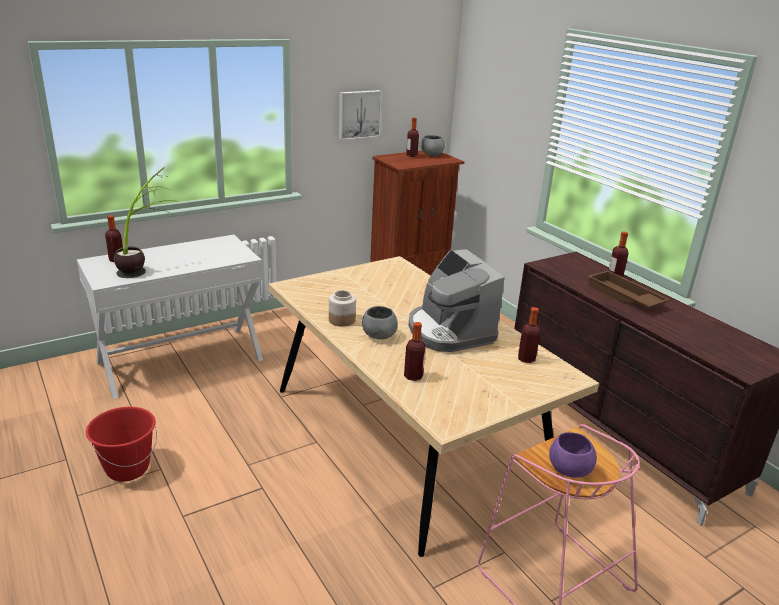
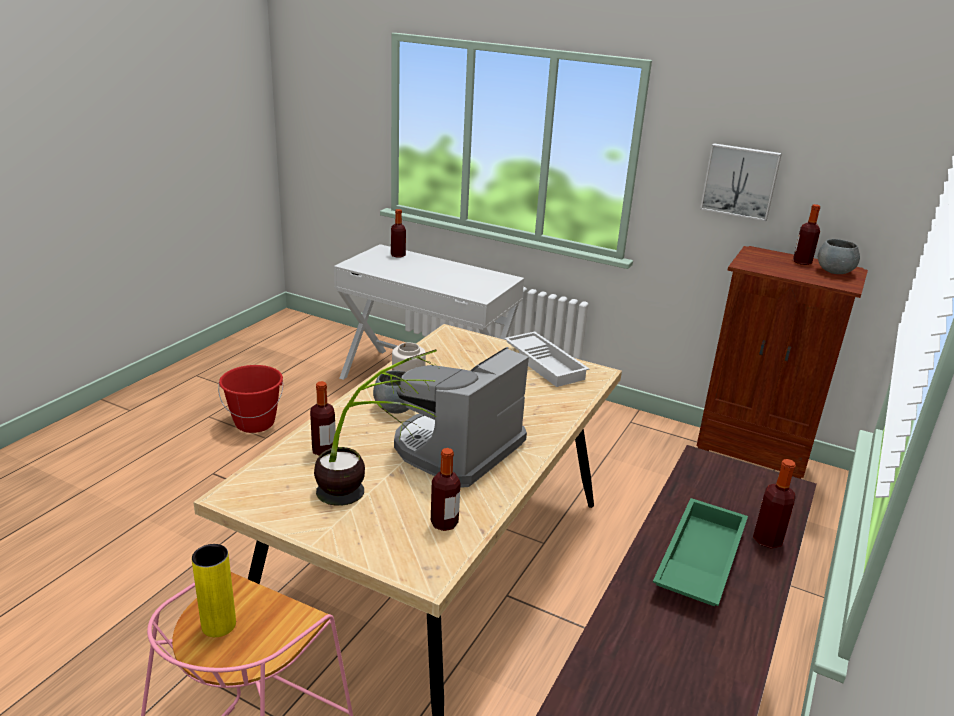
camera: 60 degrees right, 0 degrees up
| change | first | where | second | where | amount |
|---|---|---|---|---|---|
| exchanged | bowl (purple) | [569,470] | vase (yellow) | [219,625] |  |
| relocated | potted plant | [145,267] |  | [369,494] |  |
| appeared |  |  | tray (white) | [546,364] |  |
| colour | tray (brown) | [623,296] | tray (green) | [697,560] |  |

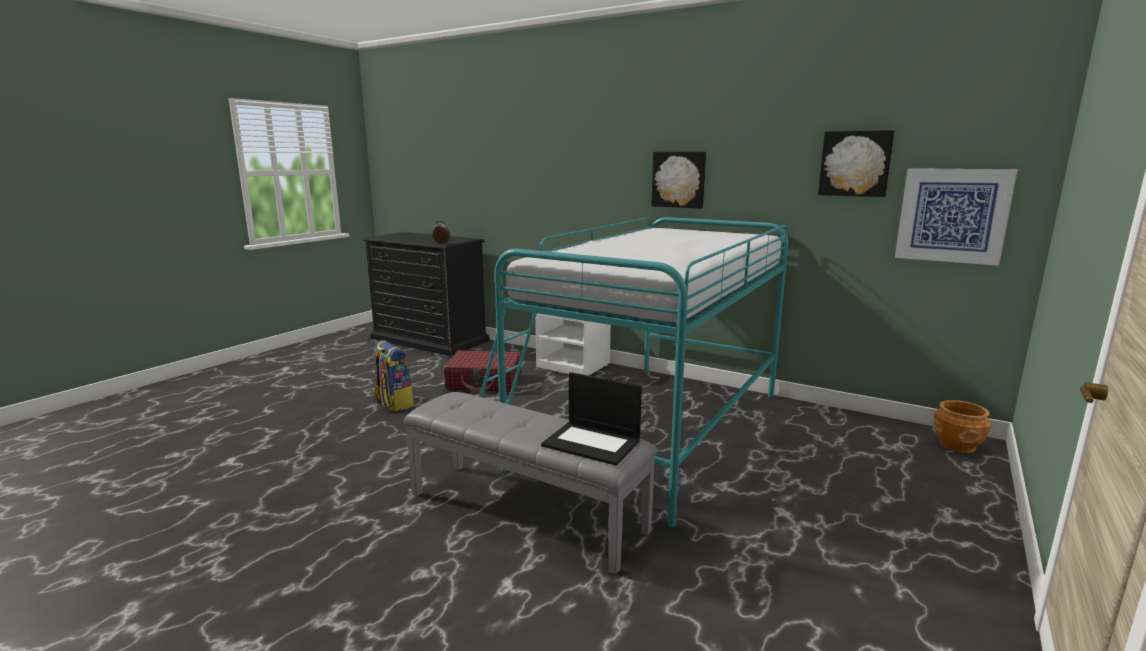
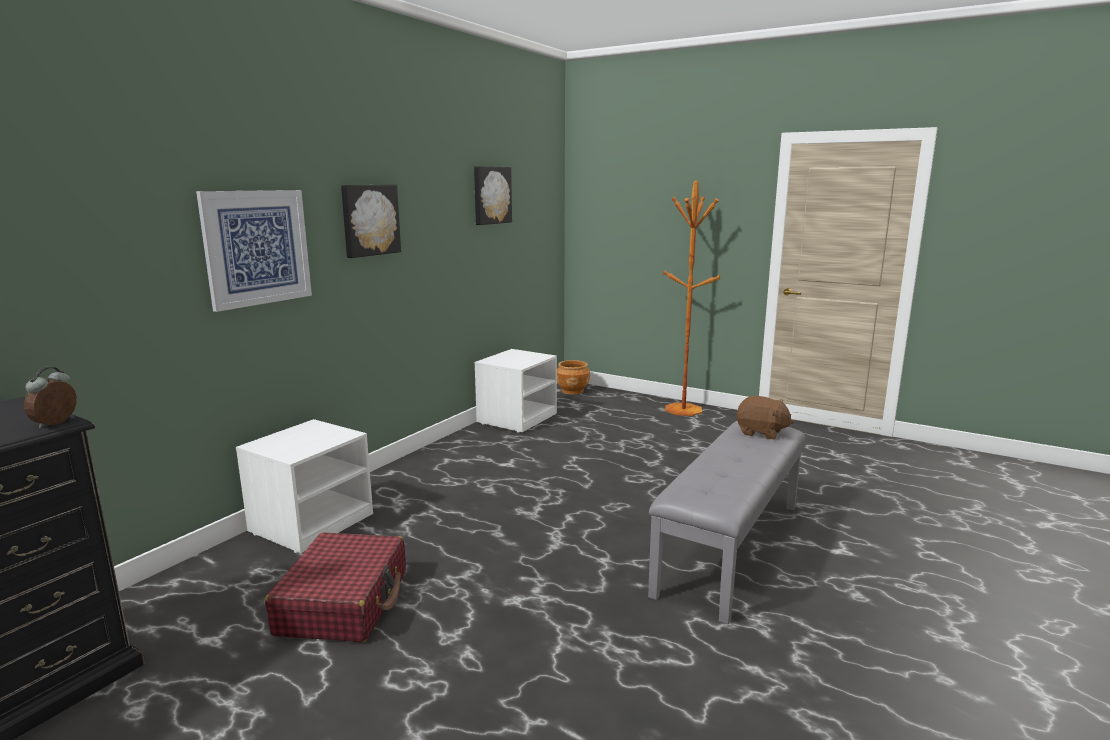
camera: 90 degrees left, 0 degrees up
| change | first | where | second | where | amount |
|---|---|---|---|---|---|
| relocated | picture | [952,215] |  | [257,247] |  |
| appeared |  |  | nightstand (white) | [517,418] |  |
| appeared |  |  | clothes rack (orange) | [683,409] |  |
| exchanged | laptop | [593,443] | plush toy (brown) | [761,433] |  |
| missing | backpack | [393,403] |  |  |  |
| missing | bed (turquoise) | [650,429] |  |  |  |

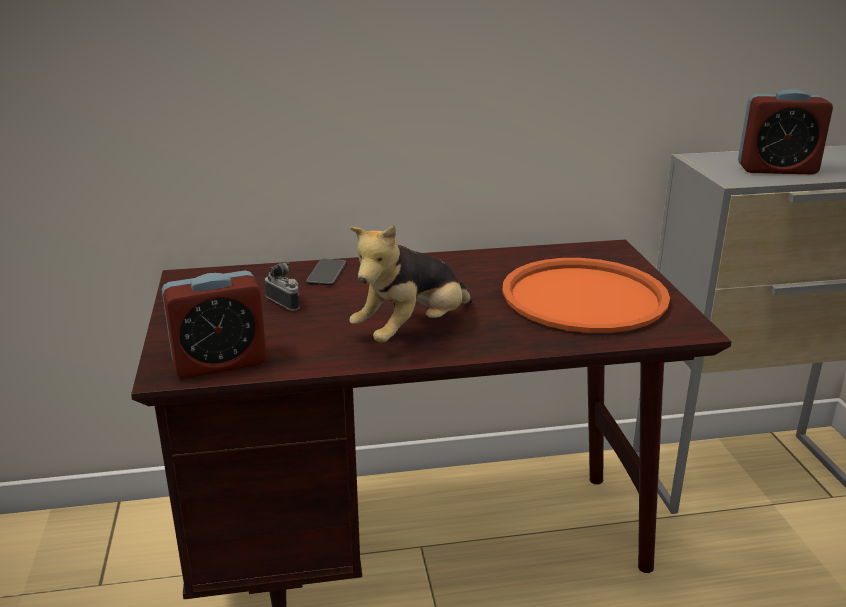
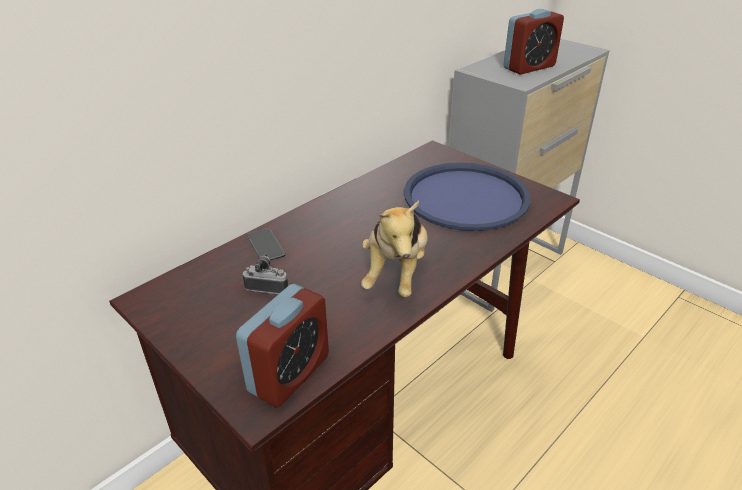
camera: 35 degrees left, 10 degrees up
| change | first | where | second | where | amount |
|---|---|---|---|---|---|
| colour | tray (orange) | [584,297] | tray (blue) | [466,197] |  |

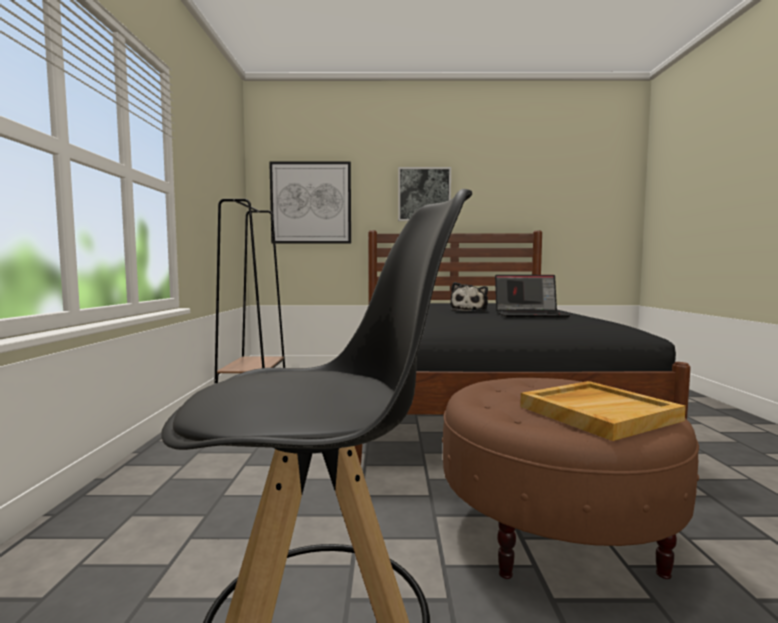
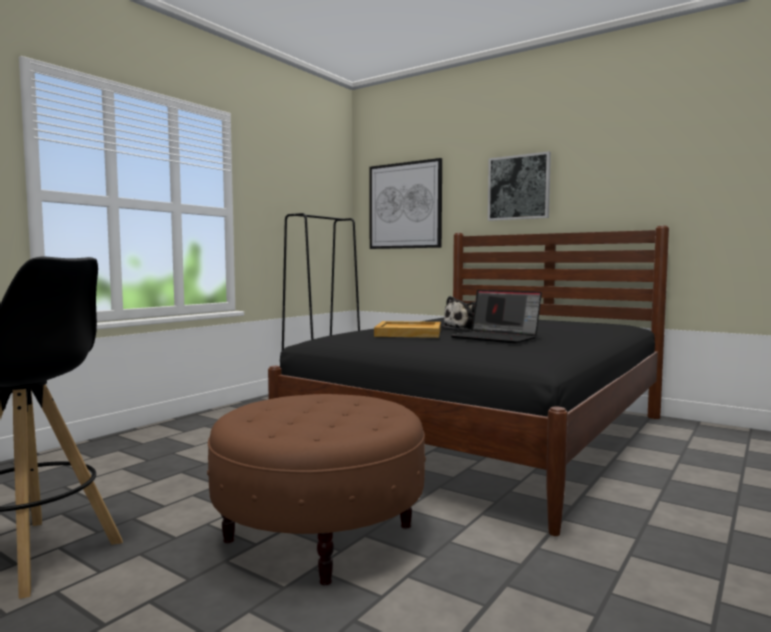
camera: 35 degrees right, 0 degrees up
| change | first | where | second | where | amount |
|---|---|---|---|---|---|
| relocated | tray (beige) | [598,413] |  | [409,333] |  |

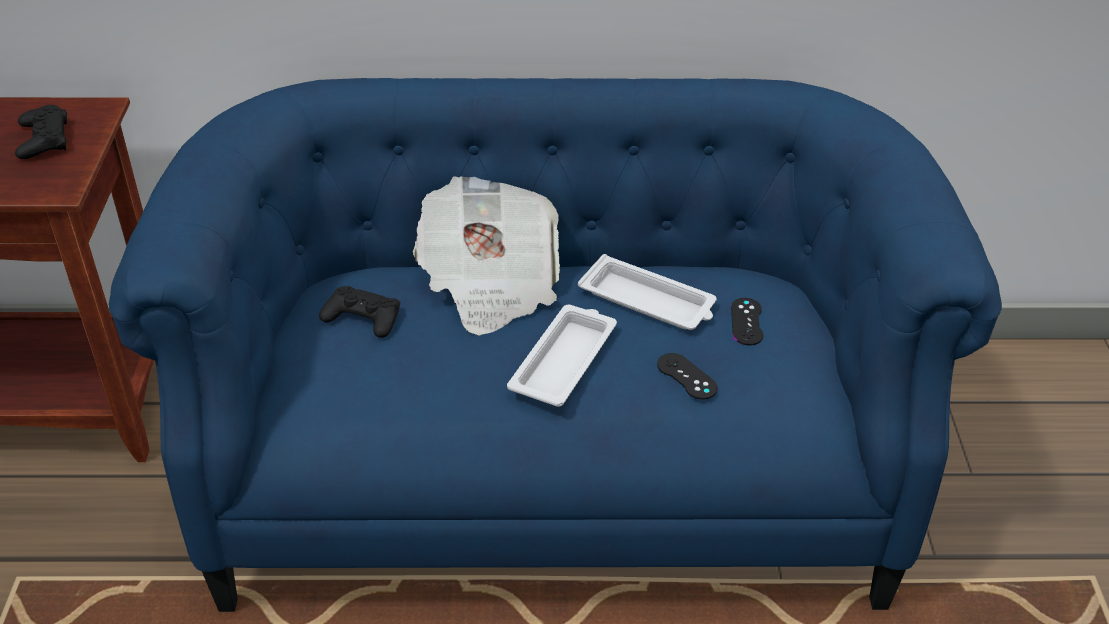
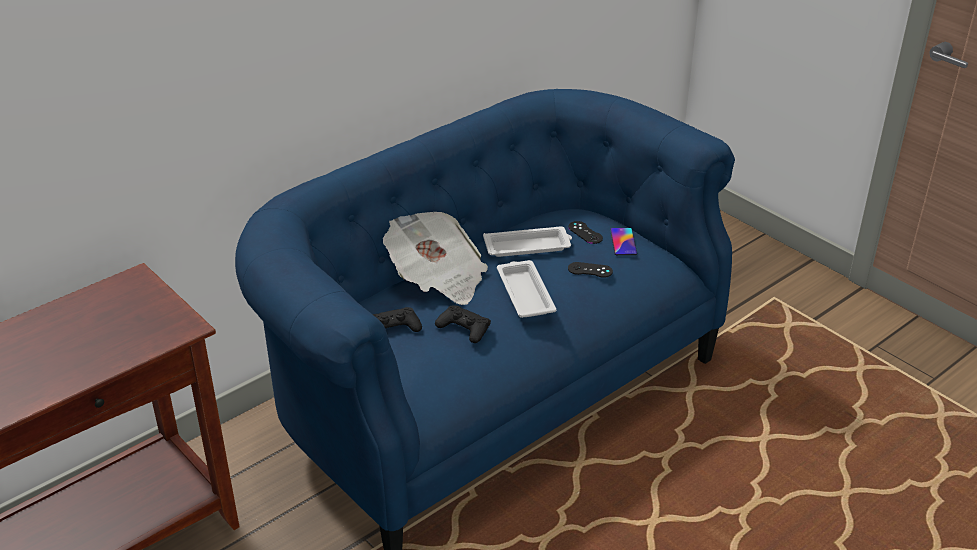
camera: 40 degrees left, 5 degrees down
| change | first | where | second | where | amount |
|---|---|---|---|---|---|
| relocated | game controller (black) | [43,139] |  | [464,328] |  |
| appeared |  |  | phone | [623,242] |  |

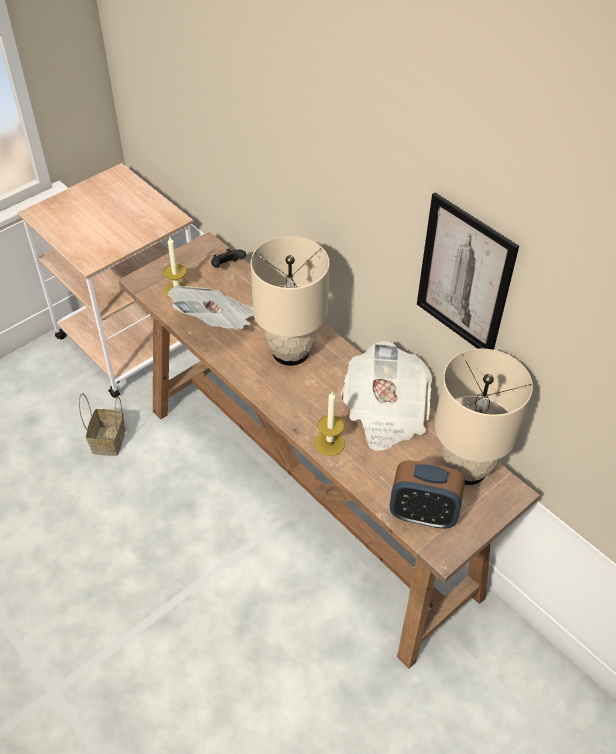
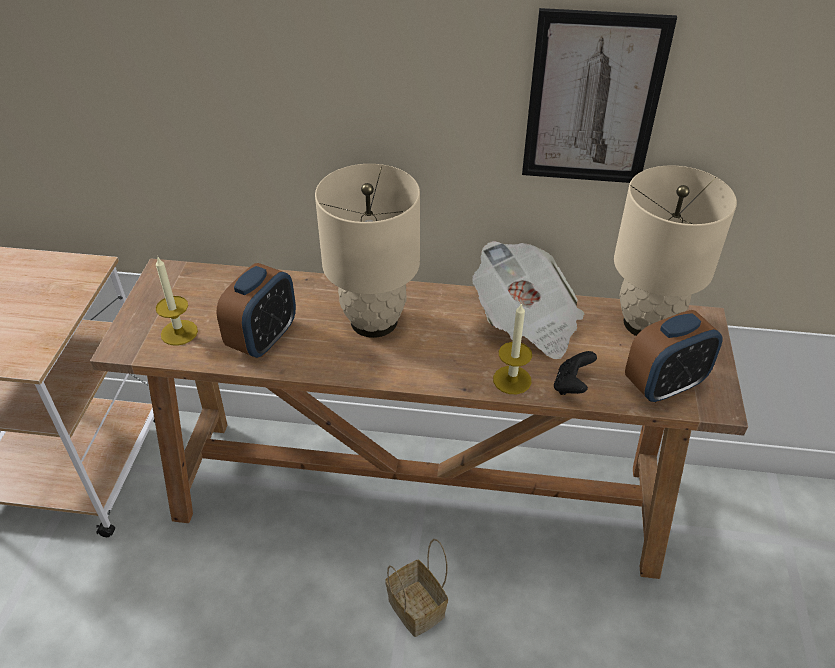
camera: 40 degrees left, 5 degrees down
| change | first | where | second | where | amount |
|---|---|---|---|---|---|
| exchanged | newspaper | [217,323] | alarm clock | [263,339] |  |
| relocated | basket | [109,442] |  | [418,609] |  |
| relocated | game controller (black) | [227,267] |  | [571,385] |  |

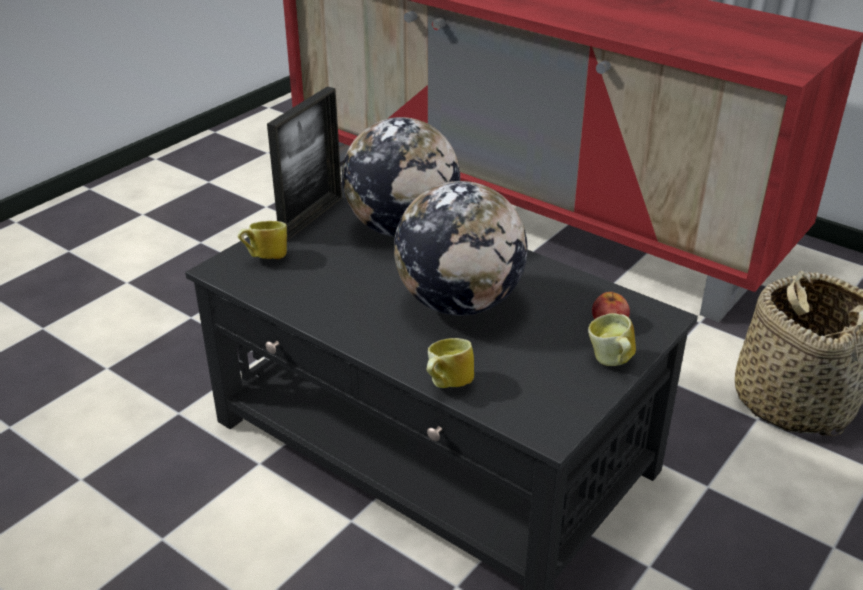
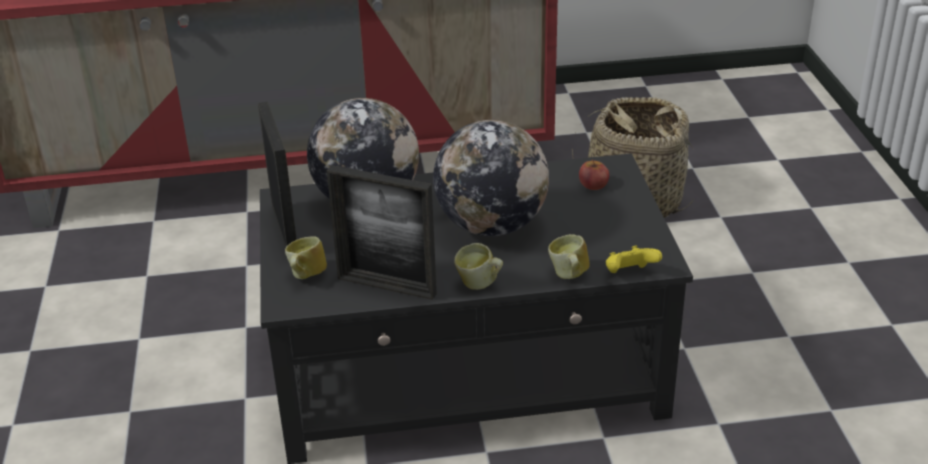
camera: 45 degrees left, 0 degrees up
| change | first | where | second | where | amount |
|---|---|---|---|---|---|
| appeared |  |  | picture frame | [386,286] |  |
| relocated | mug | [611,362] |  | [480,285] |  |
| appeared |  |  | game controller (yellow) | [629,274] |  |

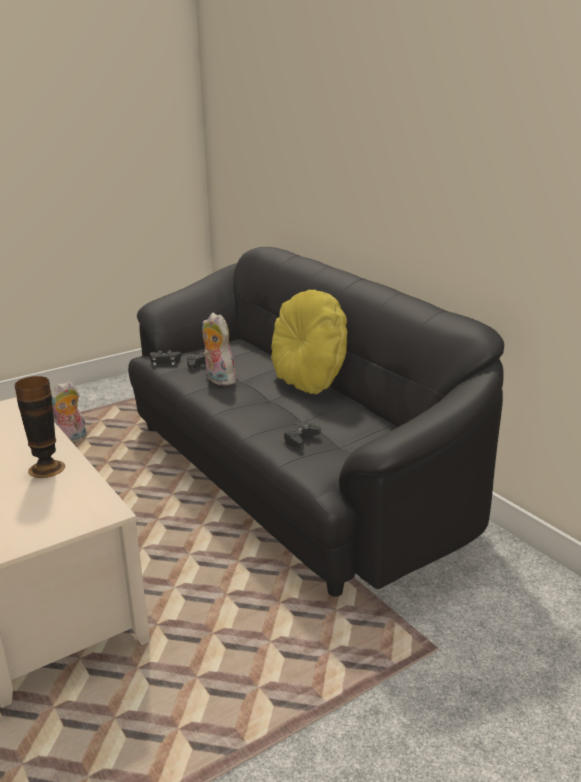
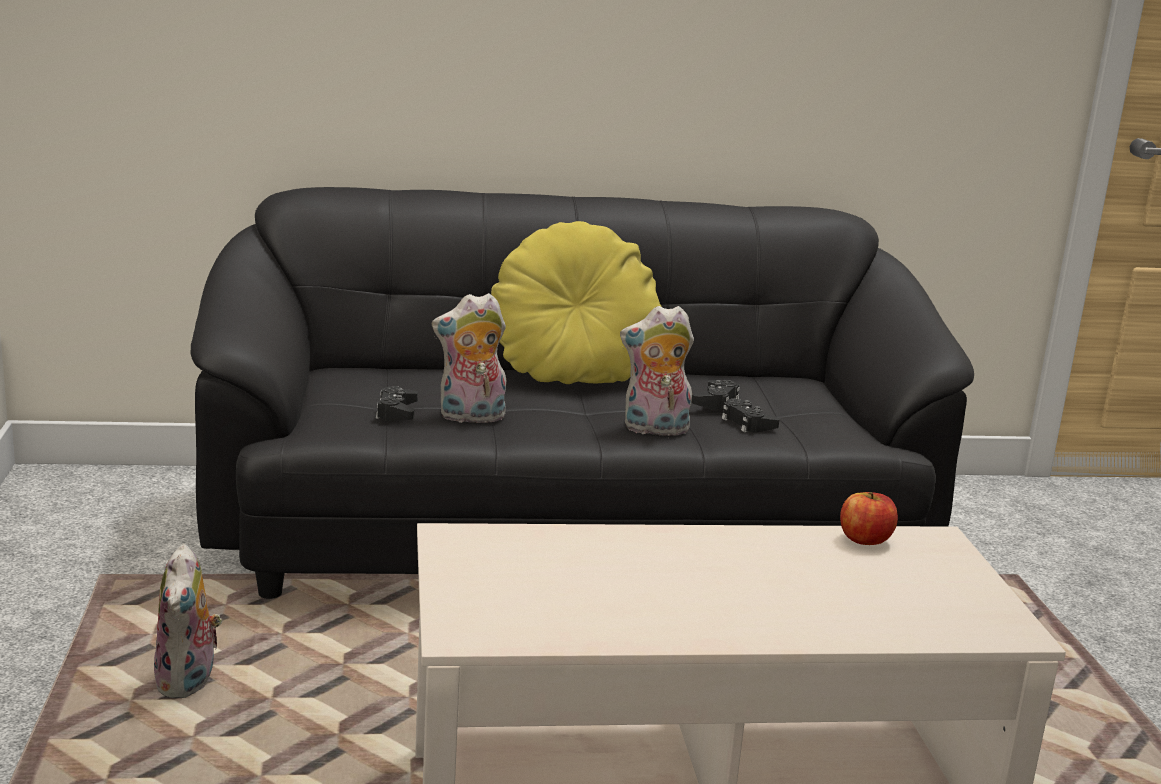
camera: 65 degrees left, 5 degrees down
| change | first | where | second | where | amount |
|---|---|---|---|---|---|
| appeared |  |  | plush toy | [654,430] |  |
| relocated | game controller (black) | [165,361] |  | [716,402] |  |
| appeared |  |  | apple | [865,539] |  |
| missing | vase | [46,468] |  |  |  |

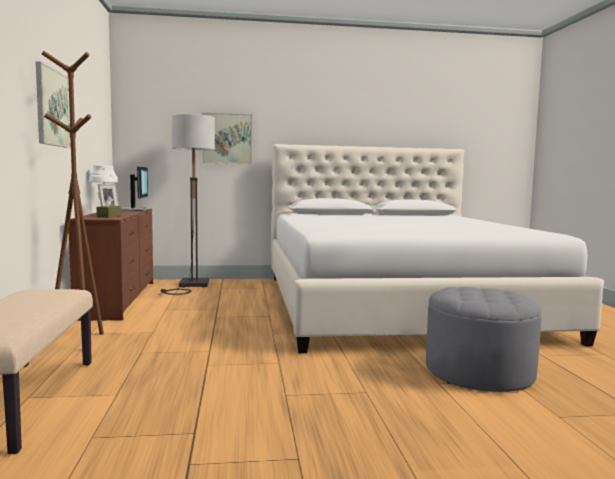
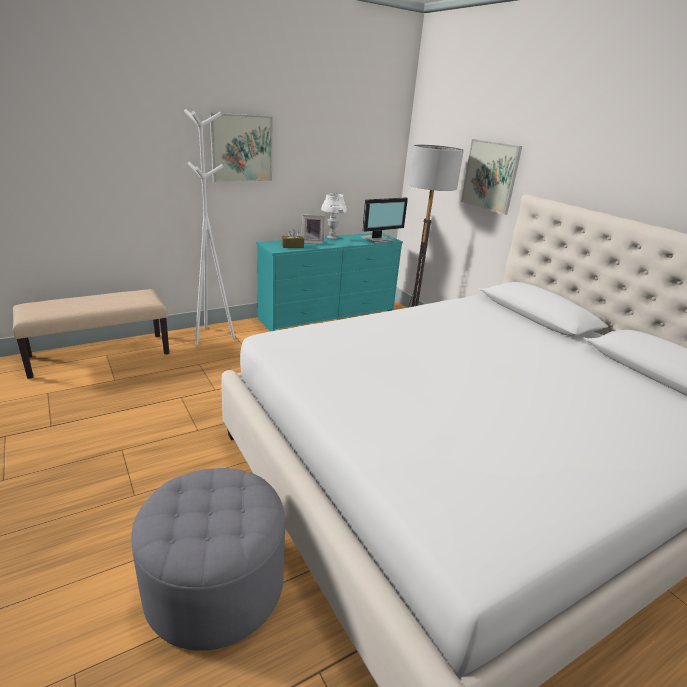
camera: 65 degrees right, 20 degrees up
| change | first | where | second | where | amount |
|---|---|---|---|---|---|
| colour | clothes rack (brown) | [80,342] | clothes rack (white) | [212,336] |  |
| colour | dresser (brown) | [119,299] | dresser (turquoise) | [328,316] |  |

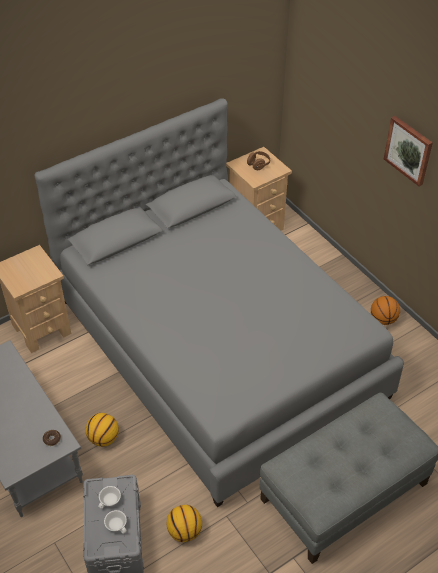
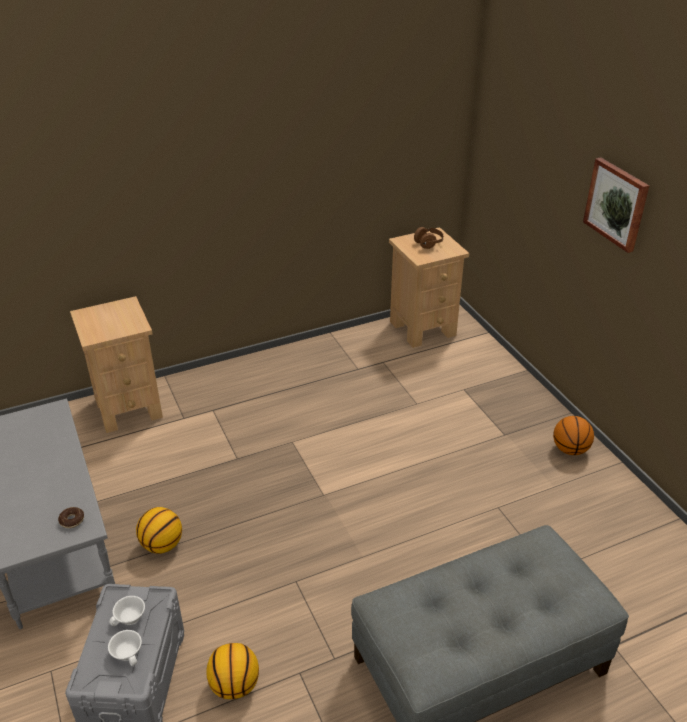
camera: 10 degrees right, 10 degrees down
| change | first | where | second | where | amount |
|---|---|---|---|---|---|
| missing | bed (grey) | [218,346] |  |  |  |

